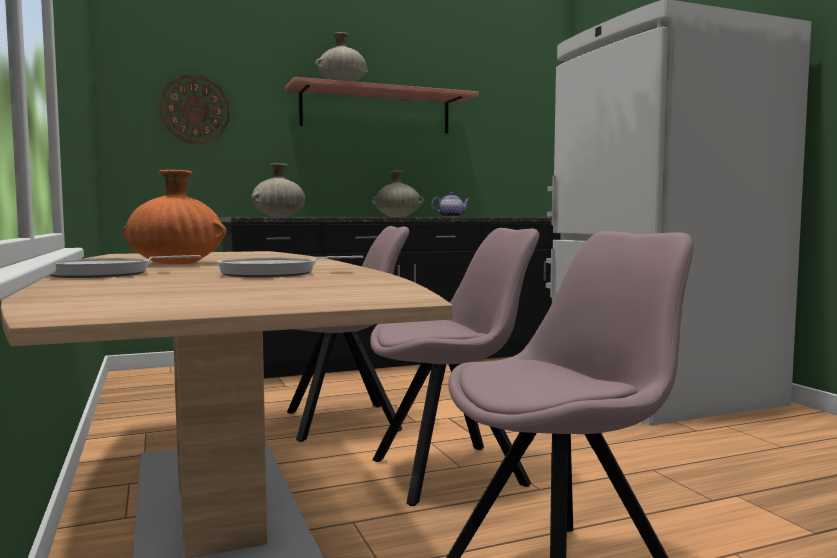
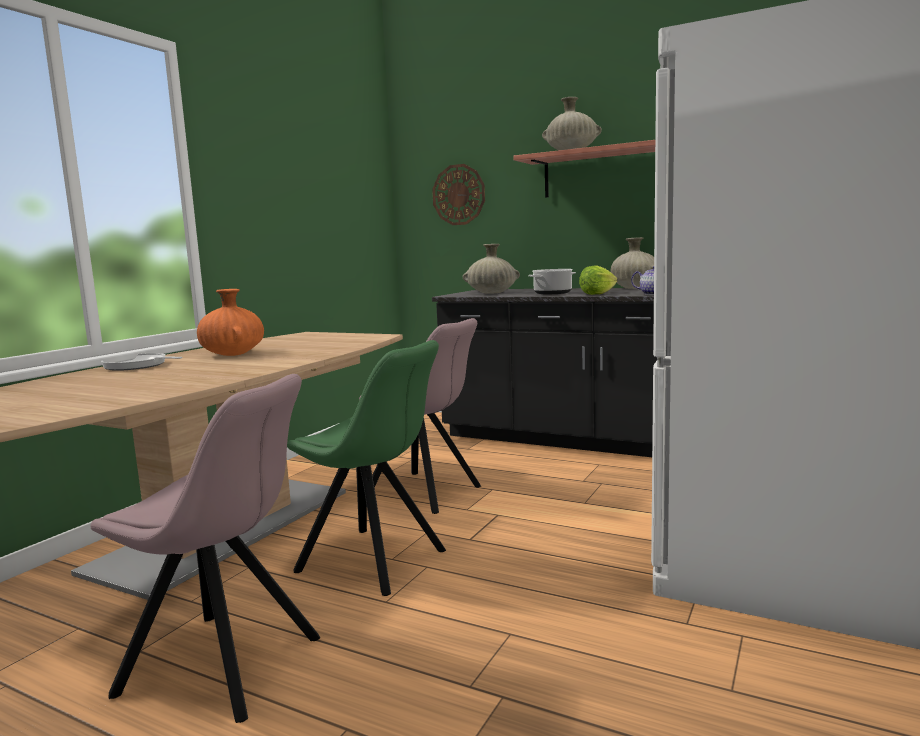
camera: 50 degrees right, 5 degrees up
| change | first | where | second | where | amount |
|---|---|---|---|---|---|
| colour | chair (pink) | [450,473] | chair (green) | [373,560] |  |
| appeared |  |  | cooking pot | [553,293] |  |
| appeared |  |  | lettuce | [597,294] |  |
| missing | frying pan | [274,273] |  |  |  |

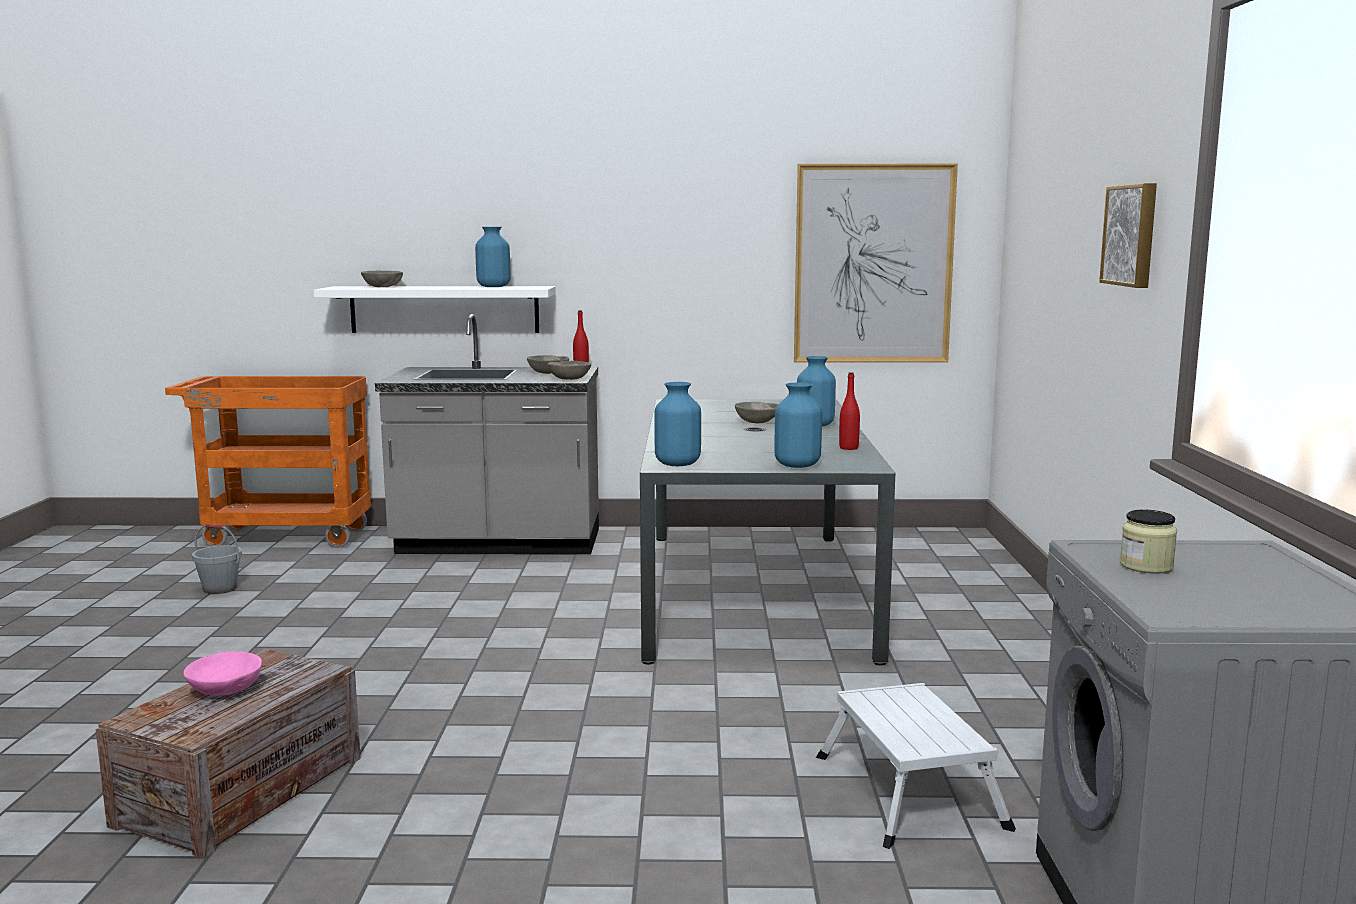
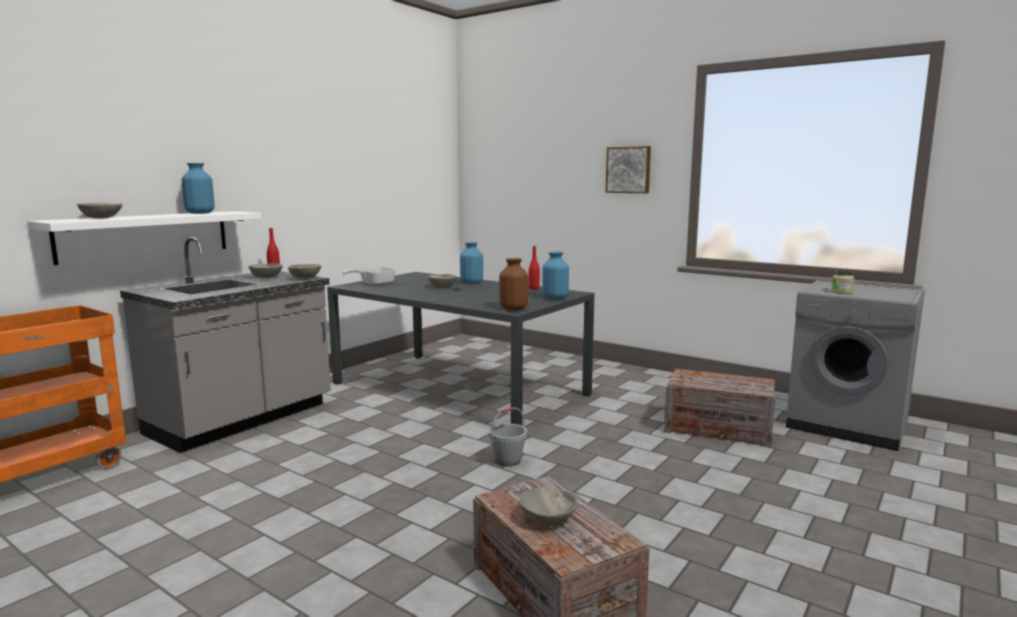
camera: 55 degrees left, 0 degrees up
| change | first | where | second | where | amount |
|---|---|---|---|---|---|
| appeared |  |  | frying pan | [373,284] |  |
| relocated | bucket (grey) | [220,589] |  | [507,460] |  |
| colour | vase (blue) | [678,464] | vase (brown) | [514,309] |  |
| colour | bowl (pink) | [226,690] | bowl (grey) | [547,519] |  |
| exchanged | step ladder (white) | [910,792] | crate | [718,428] |  |
| missing | picture | [873,264] |  |  |  |

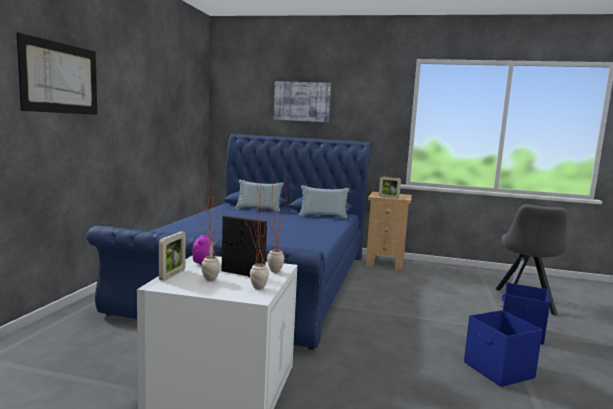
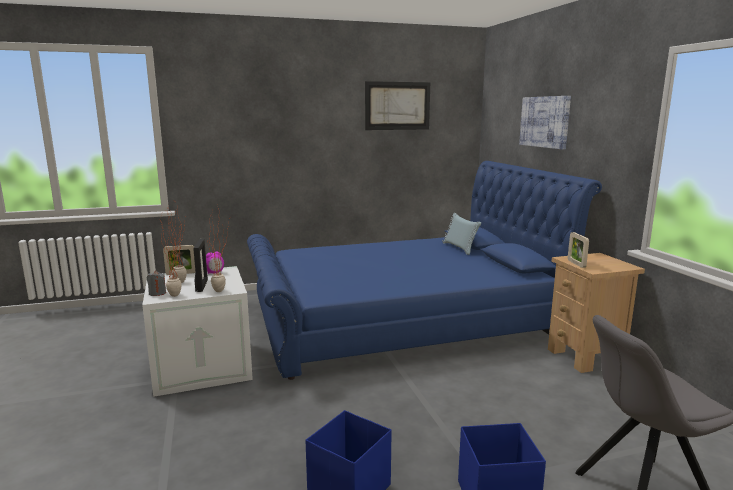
camera: 60 degrees right, 5 degrees up
| change | first | where | second | where | amount |
|---|---|---|---|---|---|
| appeared |  |  | candle (grey) | [157,293] |  |
| relocated | picture | [60,78] |  | [397,106] |  |
| missing | pillow (blue) | [323,216] |  |  |  |

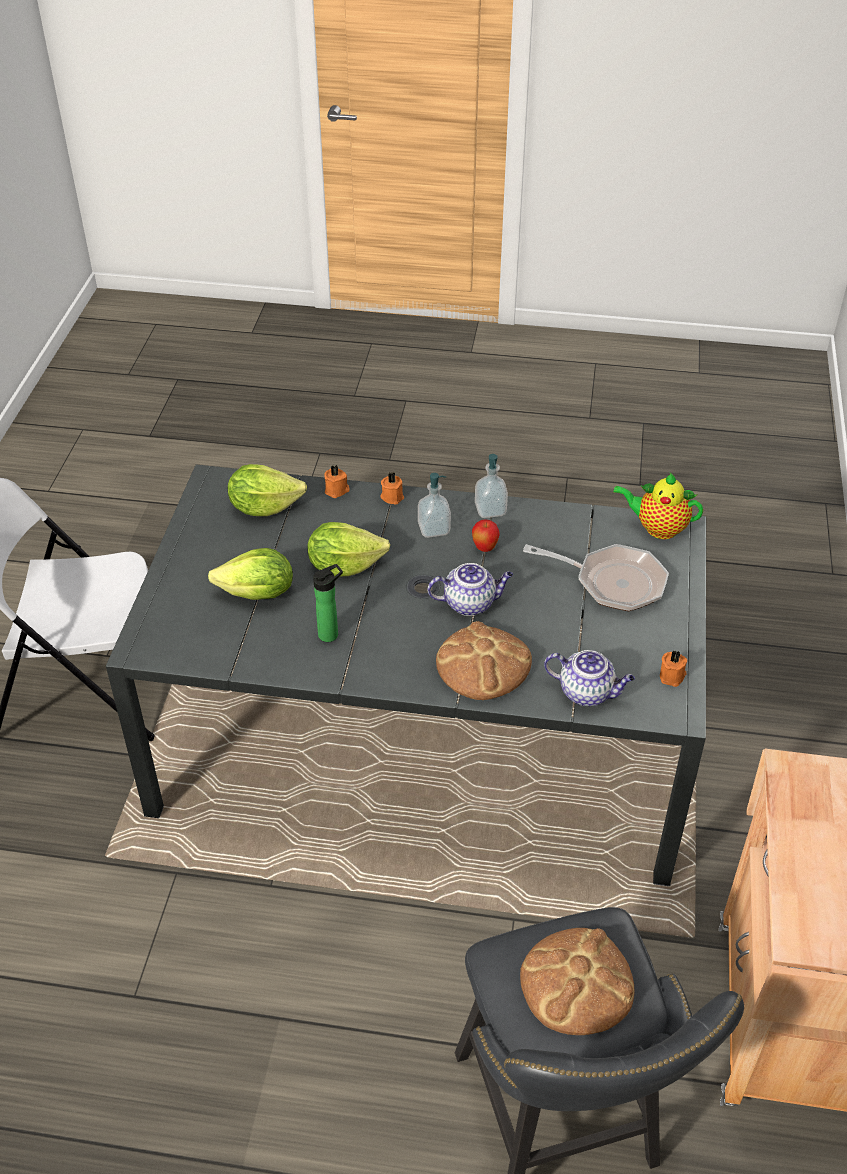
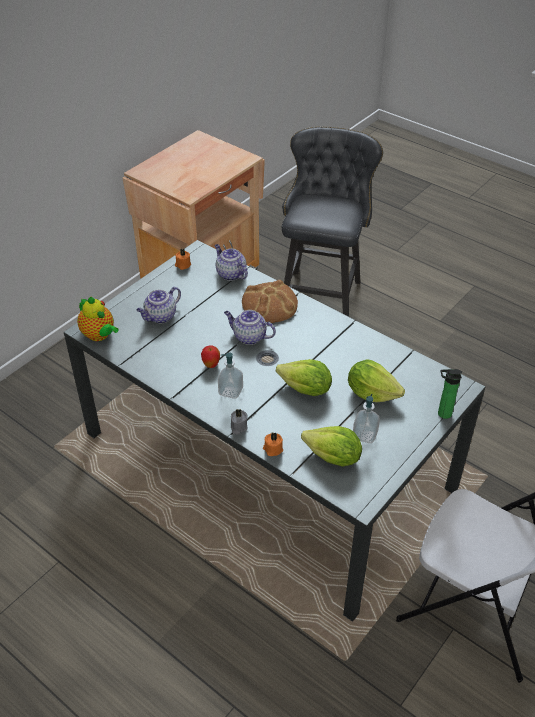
camera: 150 degrees left, 0 degrees up
| change | first | where | second | where | amount |
|---|---|---|---|---|---|
| exchanged | frying pan | [612,582] | teapot | [160,317] |  |
| colour | candle (orange) | [392,496] | candle (grey) | [238,427] |  |
| relocated | soap dispenser | [490,510] |  | [365,435] |  |
| relocated | bottle | [331,633] |  | [442,414] |  |
| missing | bread | [577,983] |  |  |  |

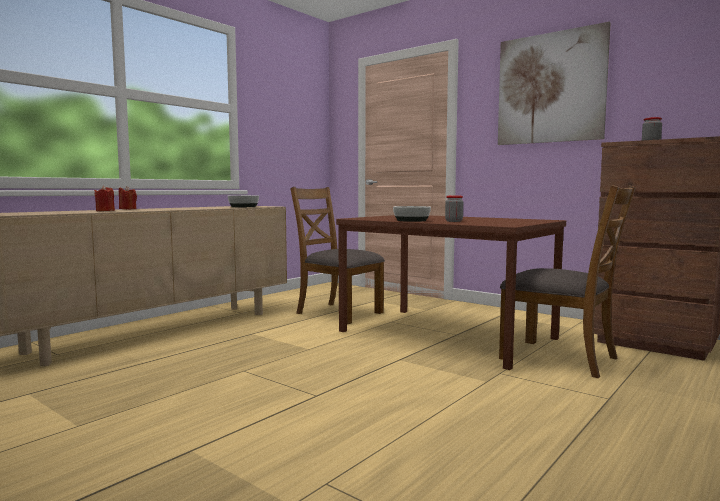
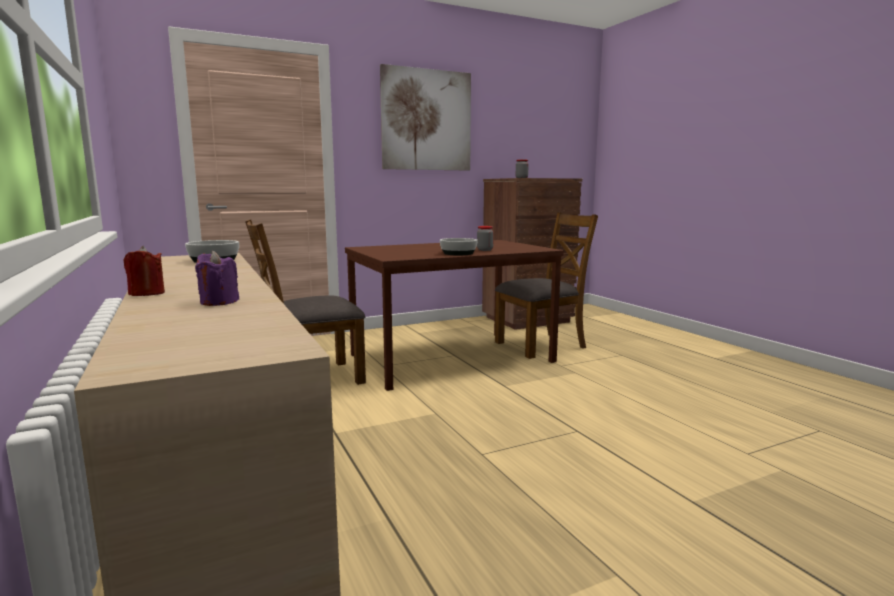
camera: 65 degrees left, 5 degrees up
| change | first | where | second | where | amount |
|---|---|---|---|---|---|
| colour | candle (red) | [105,211] | candle (purple) | [219,302] |  |

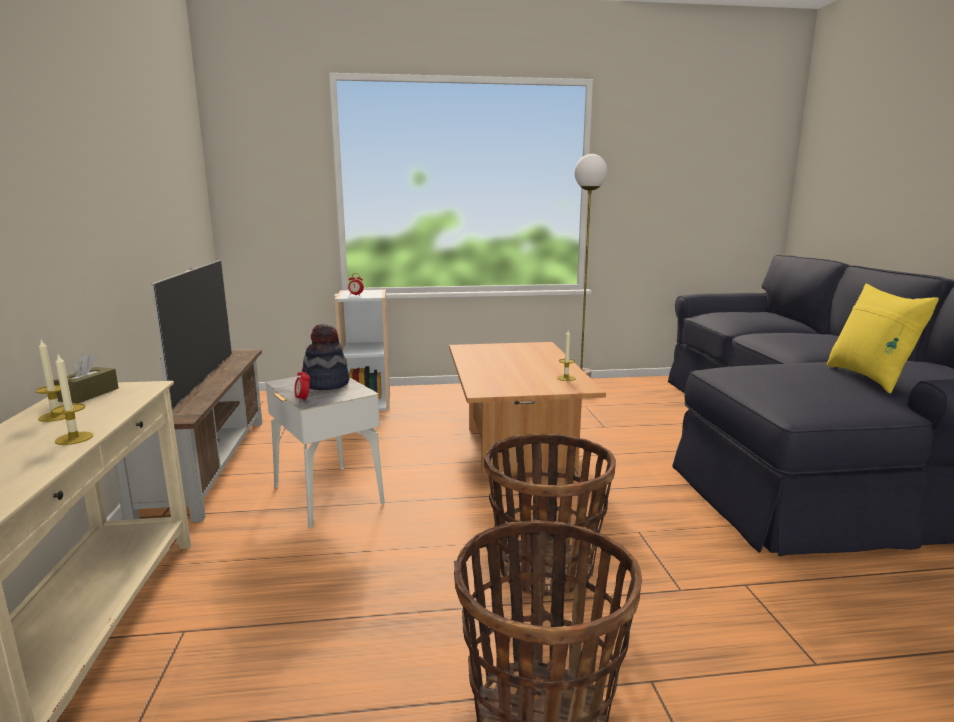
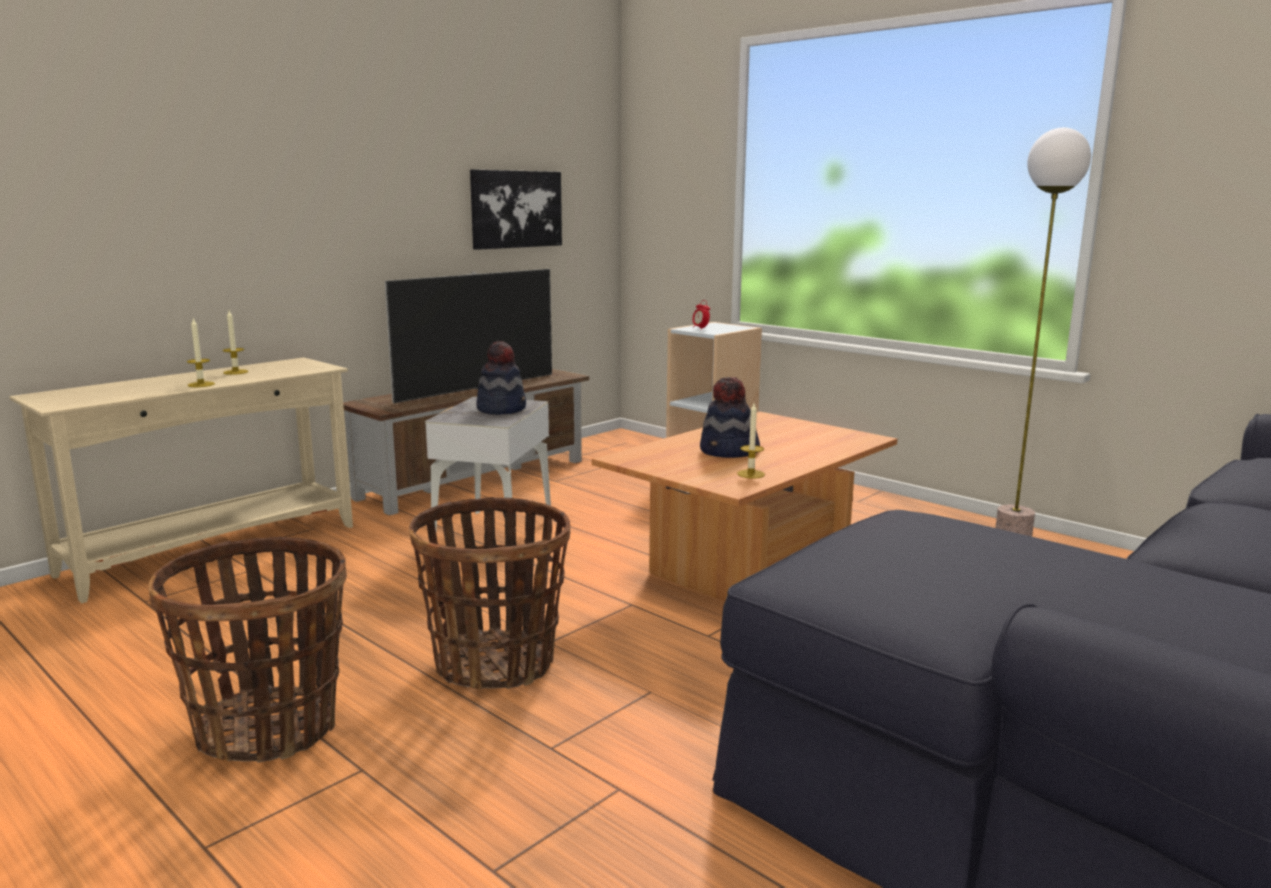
camera: 50 degrees right, 0 degrees up
| change | first | where | second | where | amount |
|---|---|---|---|---|---|
| appeared |  |  | picture | [516,209] |  |
| appeared |  |  | hat | [729,452] |  |
| missing | tissue box (brown) | [88,394] |  |  |  |
| missing | alarm clock | [303,400] |  |  |  |
| missing | pillow (yellow) | [868,378] |  |  |  |

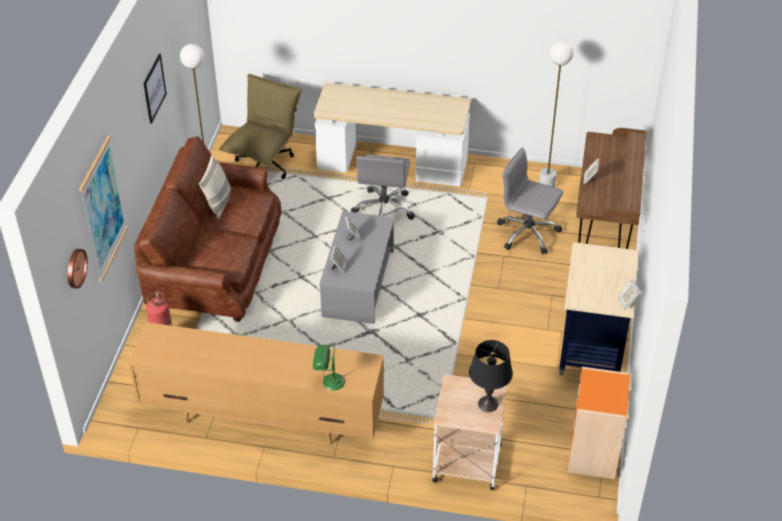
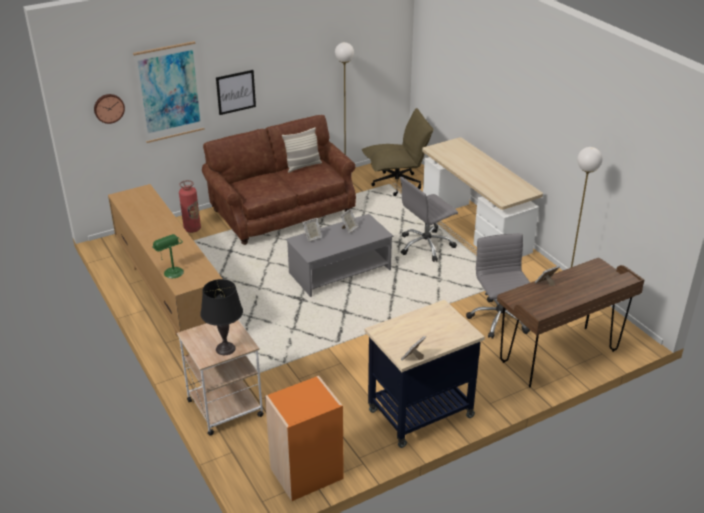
camera: 50 degrees right, 10 degrees down
| change | first | where | second | where | amount |
|---|---|---|---|---|---|
| relocated | picture | [154,88] |  | [236,92] |  |

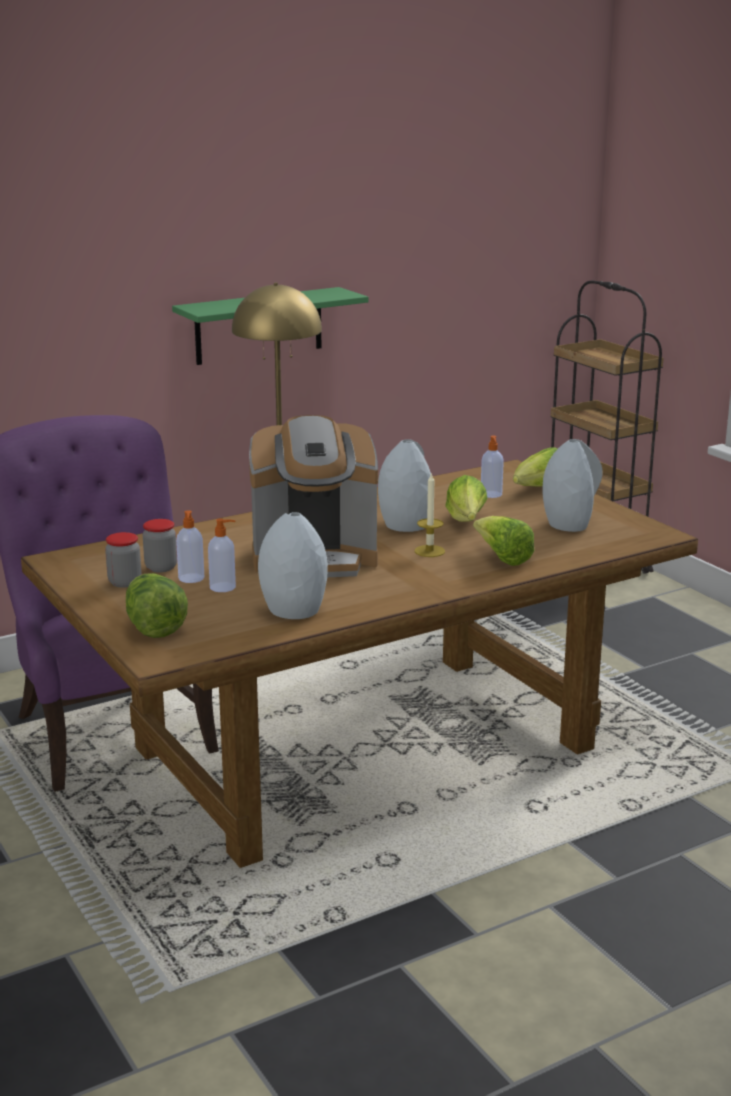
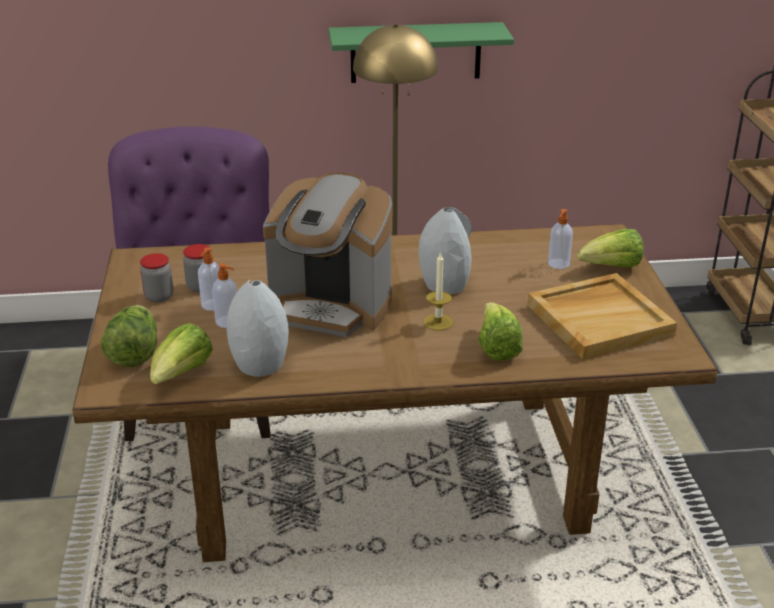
camera: 25 degrees right, 10 degrees up
| change | first | where | second | where | amount |
|---|---|---|---|---|---|
| relocated | lettuce | [466,522] |  | [182,374] |  |
| exchanged | vase (grey) | [569,524] | tray (beige) | [600,319] |  |

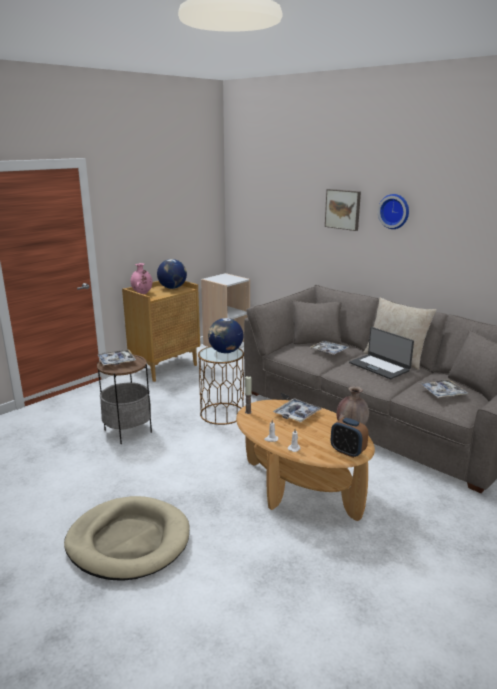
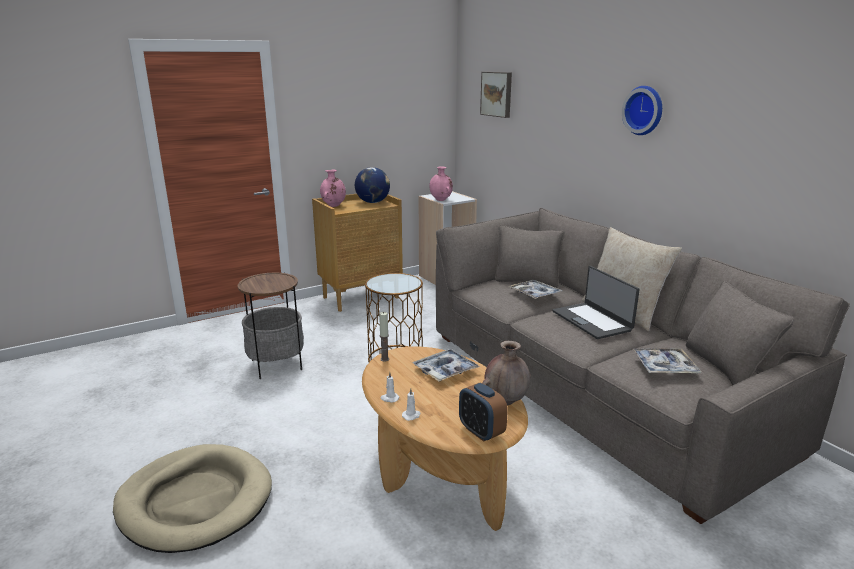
camera: 15 degrees right, 0 degrees up
| change | first | where | second | where | amount |
|---|---|---|---|---|---|
| appeared |  |  | vase (pink) | [441,200] |  |
| relocated | picture | [343,209] |  | [497,94] |  |
| missing | tray | [116,361] |  |  |  |
| missing | globe | [225,352] |  |  |  |

